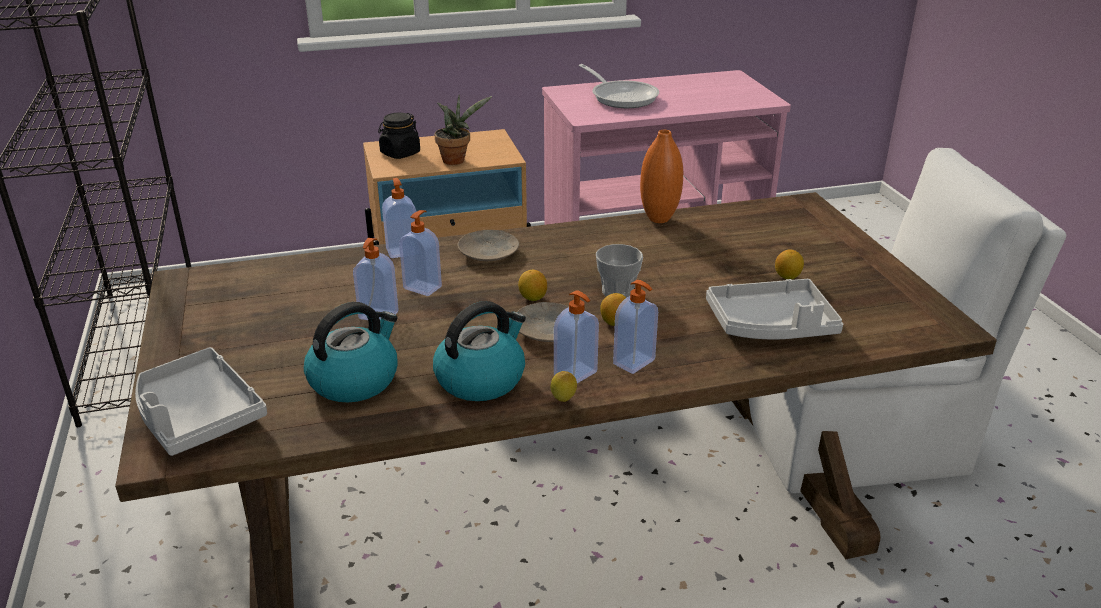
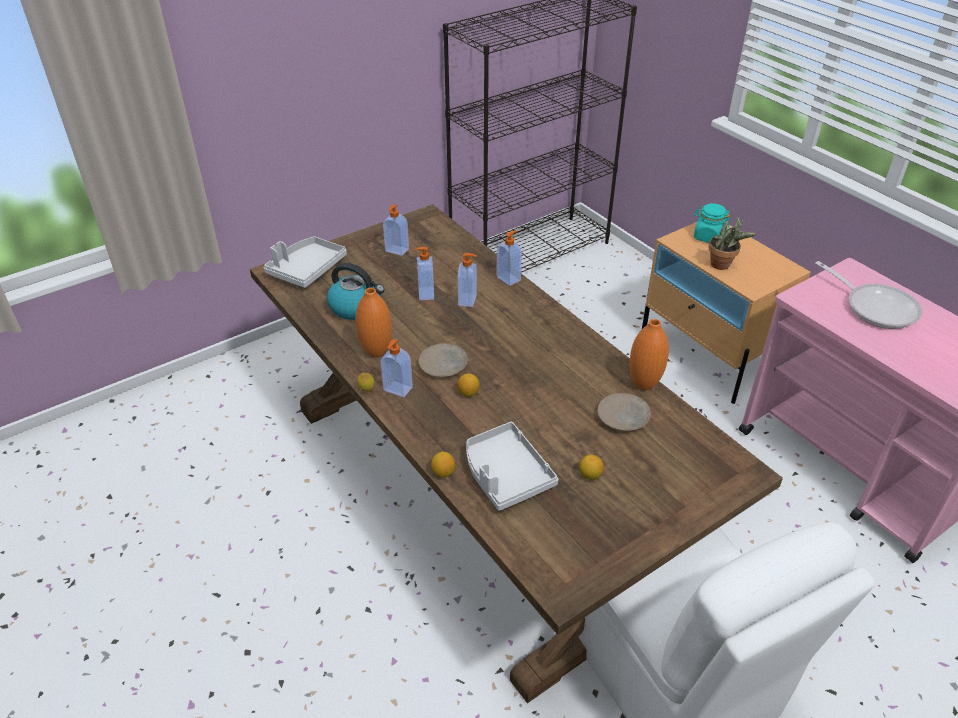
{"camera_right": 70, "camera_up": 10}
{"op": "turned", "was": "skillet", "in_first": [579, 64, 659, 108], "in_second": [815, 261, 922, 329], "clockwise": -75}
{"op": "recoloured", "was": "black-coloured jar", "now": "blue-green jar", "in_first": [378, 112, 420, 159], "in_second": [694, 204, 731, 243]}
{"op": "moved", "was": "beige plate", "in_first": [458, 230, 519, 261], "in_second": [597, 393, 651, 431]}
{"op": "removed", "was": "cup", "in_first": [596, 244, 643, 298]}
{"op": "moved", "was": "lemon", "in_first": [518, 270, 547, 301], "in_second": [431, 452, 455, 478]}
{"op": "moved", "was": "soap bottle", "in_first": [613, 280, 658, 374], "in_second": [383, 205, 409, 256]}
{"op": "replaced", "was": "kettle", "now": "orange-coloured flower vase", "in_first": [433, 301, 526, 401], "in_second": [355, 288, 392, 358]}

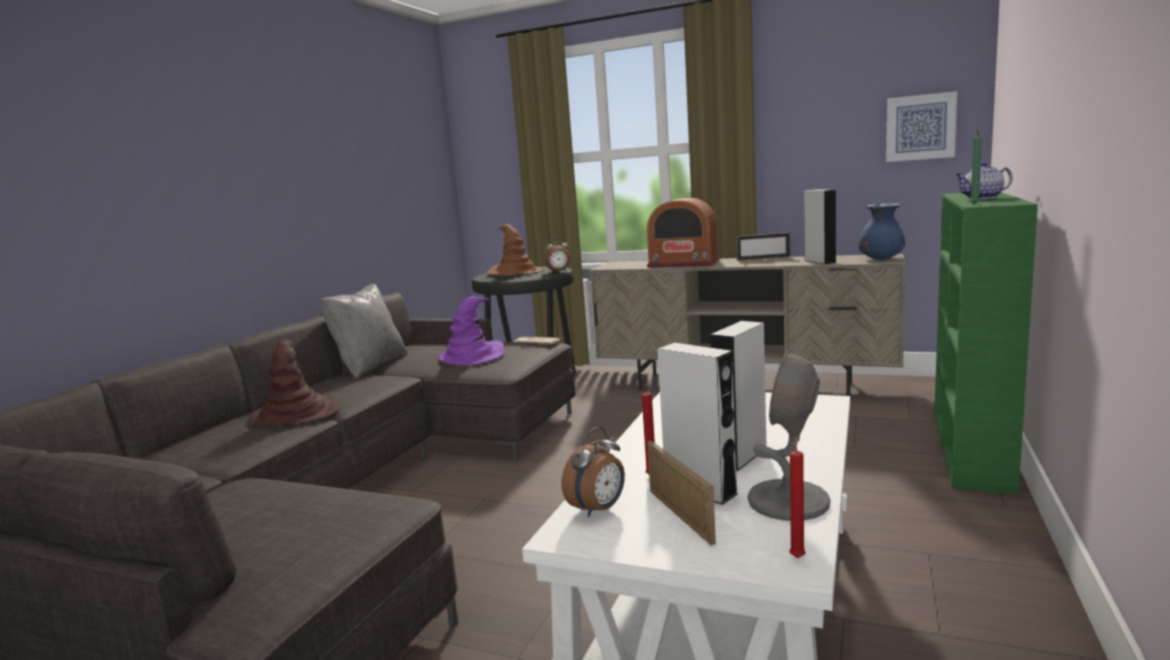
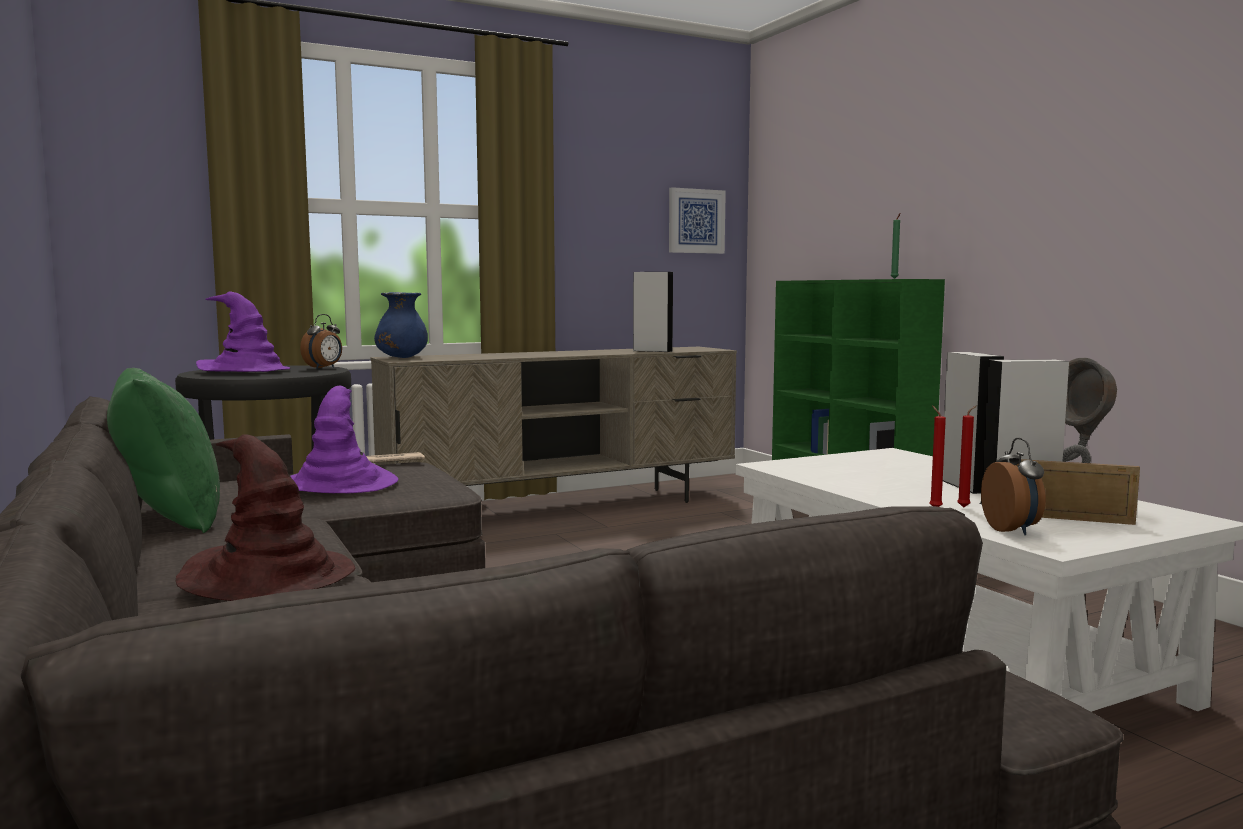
{"camera_right": -50, "camera_up": -5}
{"op": "removed", "was": "teapot", "in_first": [954, 162, 1012, 199]}
{"op": "removed", "was": "radio receiver", "in_first": [647, 198, 720, 268]}
{"op": "moved", "was": "bluish flower vase", "in_first": [858, 203, 905, 259], "in_second": [374, 292, 428, 358]}
{"op": "recoloured", "was": "brownish hat", "now": "purplish hat", "in_first": [487, 224, 544, 276], "in_second": [196, 292, 291, 372]}
{"op": "removed", "was": "photo frame", "in_first": [736, 232, 790, 261]}
{"op": "recoloured", "was": "greyish throw pillow", "now": "green-coloured throw pillow", "in_first": [320, 284, 407, 379], "in_second": [107, 368, 220, 533]}
{"op": "moved", "was": "red wax candle", "in_first": [789, 436, 806, 558], "in_second": [929, 405, 946, 507]}

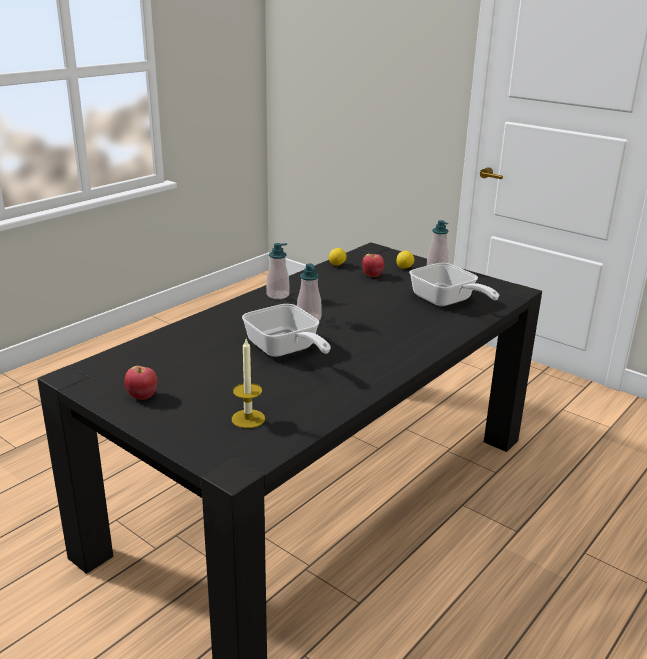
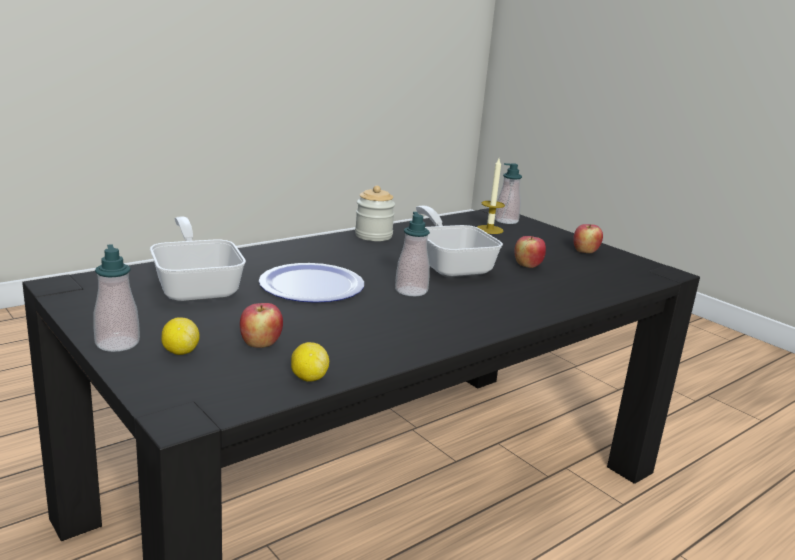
{"camera_right": -170, "camera_up": -5}
{"op": "moved", "was": "soap bottle", "in_first": [266, 243, 290, 299], "in_second": [495, 163, 522, 224]}
{"op": "added", "now": "jar", "in_second": [355, 185, 395, 241]}
{"op": "added", "now": "whole apple", "in_second": [514, 236, 546, 268]}
{"op": "added", "now": "plate", "in_second": [259, 263, 364, 303]}

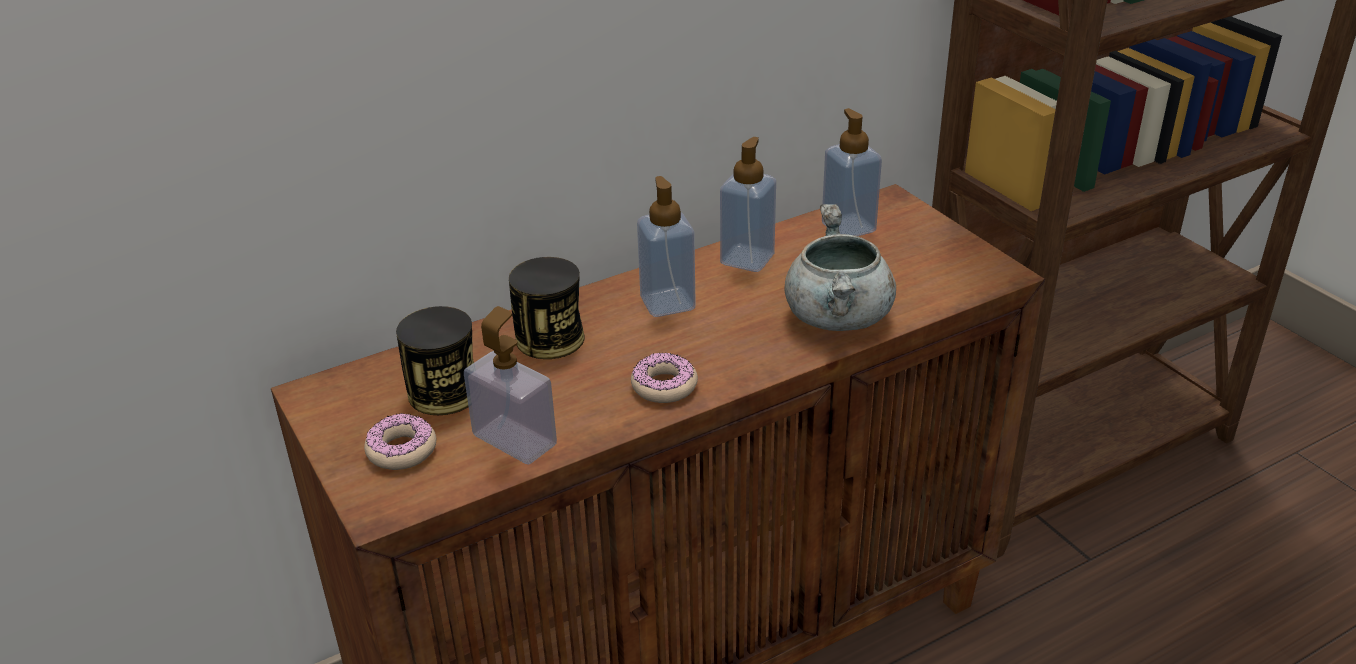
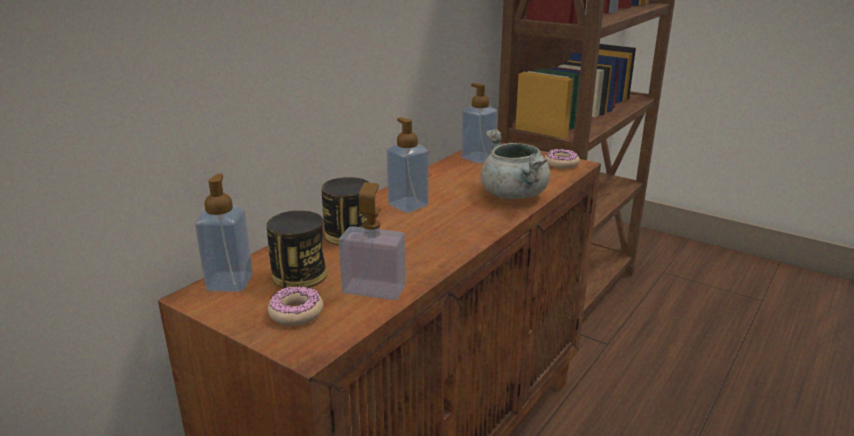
{"camera_right": -25, "camera_up": -10}
{"op": "moved", "was": "soap bottle", "in_first": [720, 137, 776, 272], "in_second": [195, 174, 253, 292]}
{"op": "moved", "was": "doughnut", "in_first": [631, 352, 698, 403], "in_second": [545, 149, 580, 169]}

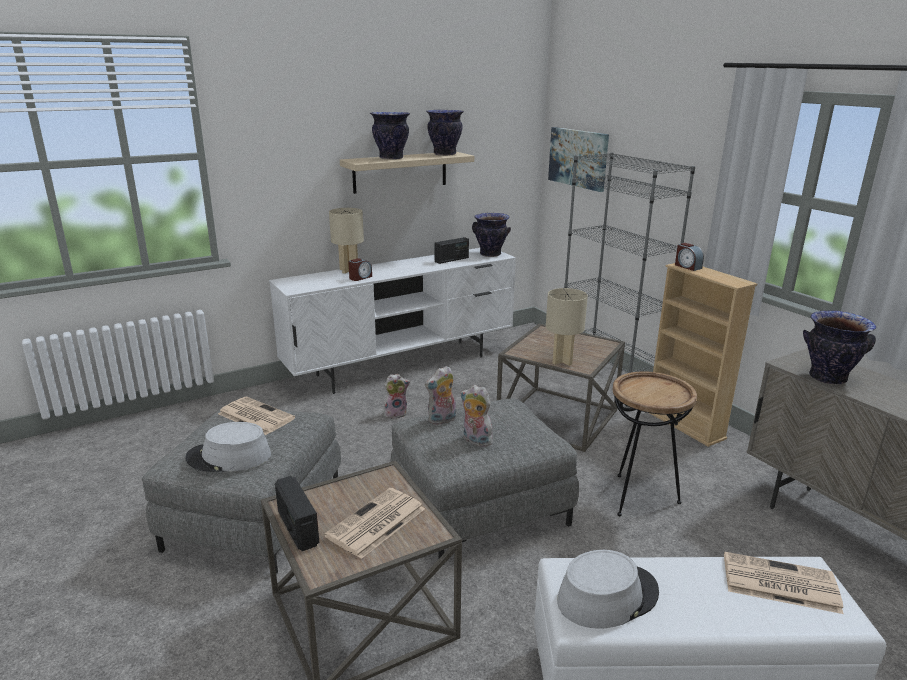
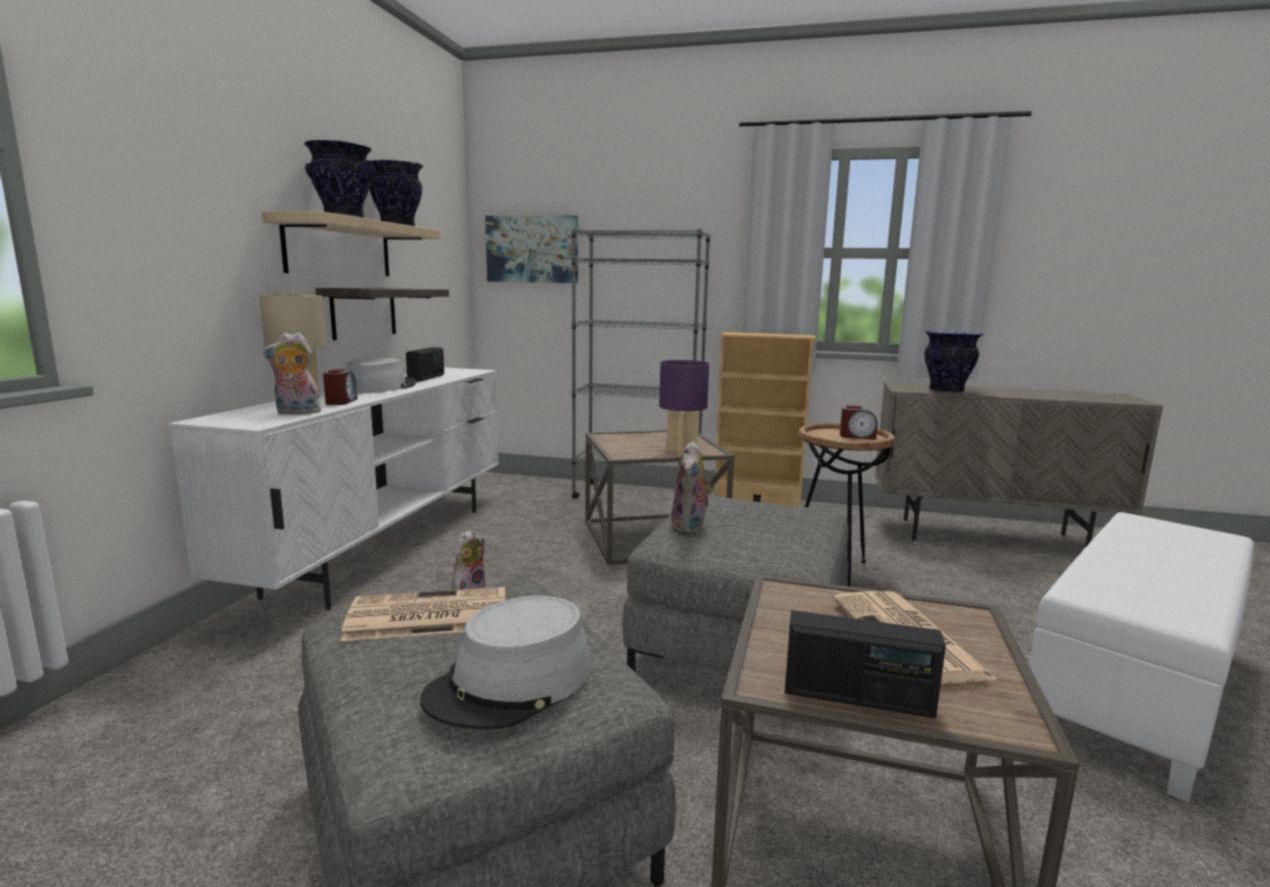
{"camera_right": -45, "camera_up": -10}
{"op": "removed", "was": "flower vase", "in_first": [472, 213, 511, 257]}
{"op": "moved", "was": "alarm clock", "in_first": [675, 243, 704, 271], "in_second": [840, 405, 878, 440]}
{"op": "recoloured", "was": "beige table lamp", "now": "purplish table lamp", "in_first": [546, 288, 588, 366], "in_second": [659, 360, 709, 455]}
{"op": "moved", "was": "plush toy", "in_first": [460, 385, 493, 447], "in_second": [263, 332, 323, 414]}
{"op": "moved", "was": "greyish hat", "in_first": [557, 550, 659, 629], "in_second": [346, 358, 416, 393]}
{"op": "removed", "was": "newspaper", "in_first": [724, 552, 843, 614]}
{"op": "added", "now": "bracket shelf", "in_second": [315, 288, 449, 340]}

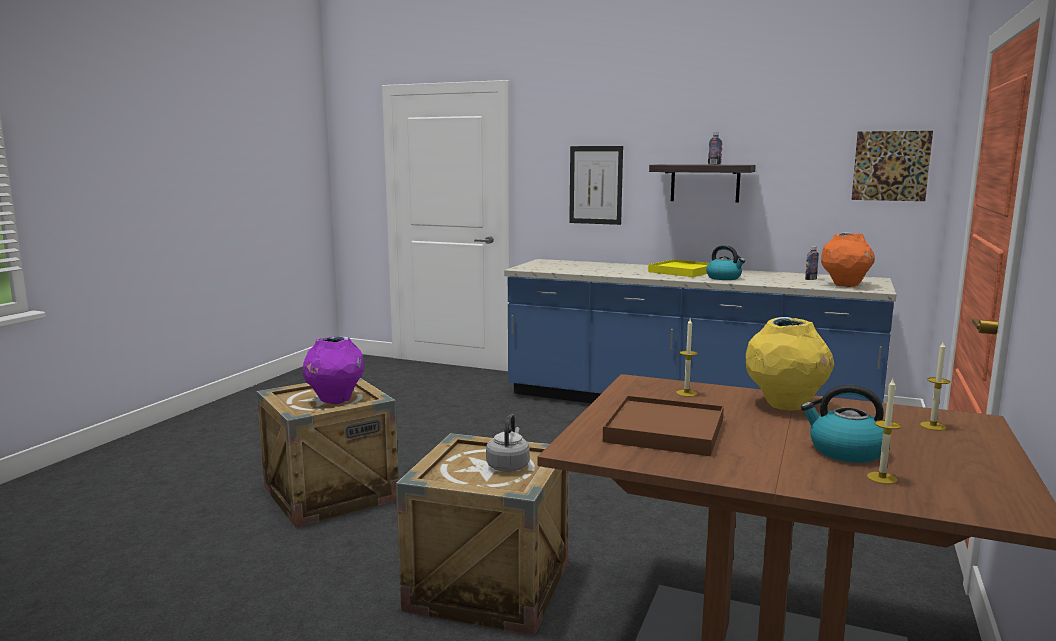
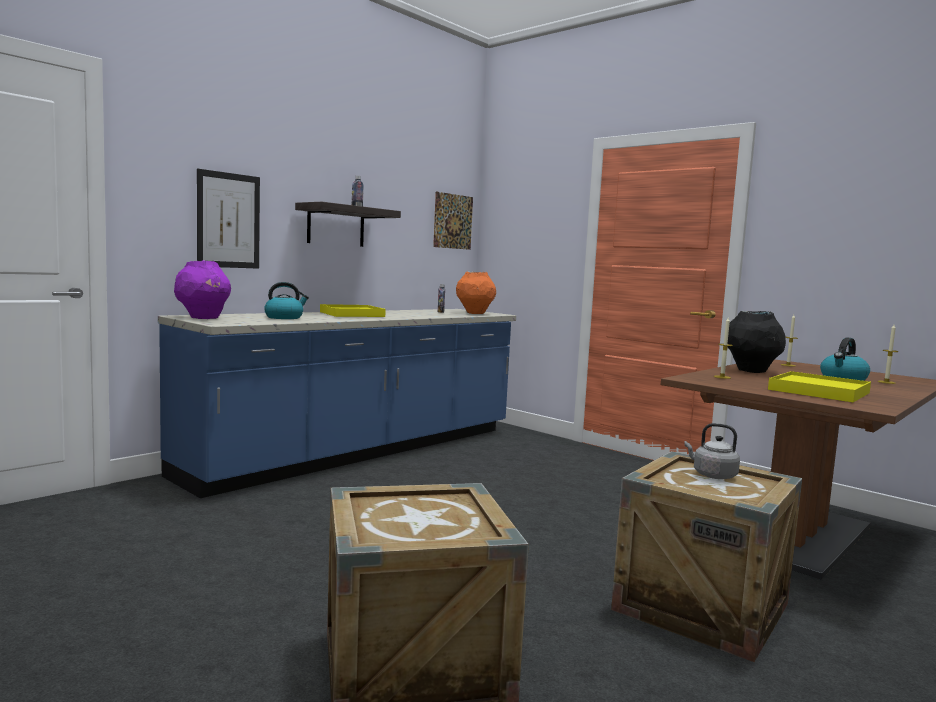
{"camera_right": -70, "camera_up": -5}
{"op": "moved", "was": "kettle", "in_first": [706, 245, 745, 280], "in_second": [264, 282, 309, 319]}
{"op": "recoloured", "was": "yellow flower vase", "now": "black-coloured flower vase", "in_first": [746, 317, 834, 411], "in_second": [728, 311, 786, 373]}
{"op": "moved", "was": "purplish flower vase", "in_first": [303, 337, 364, 404], "in_second": [174, 261, 231, 319]}
{"op": "recoloured", "was": "brownish tray", "now": "yellow tray", "in_first": [603, 396, 724, 456], "in_second": [768, 371, 871, 402]}

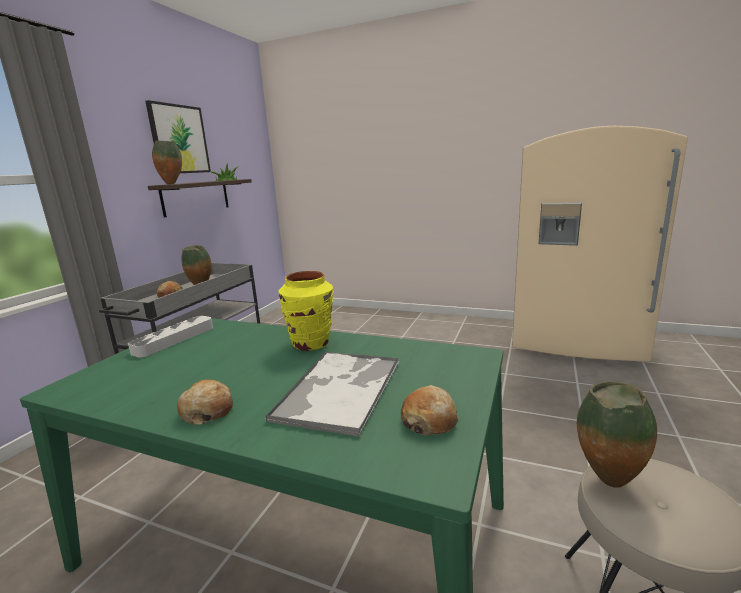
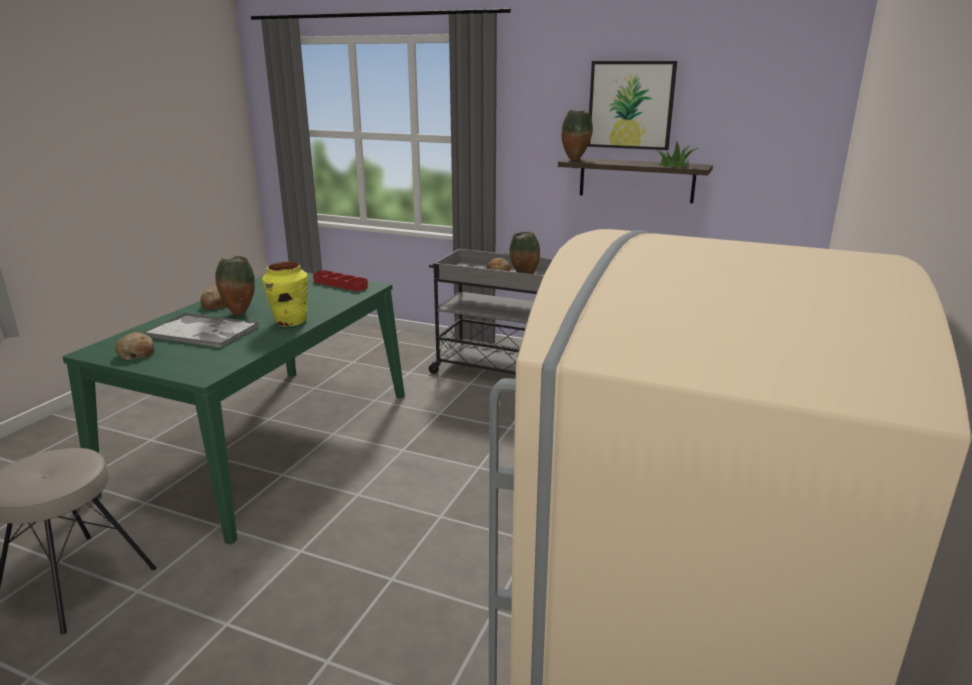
{"camera_right": 90, "camera_up": 5}
{"op": "recoloured", "was": "greyish tray", "now": "red tray", "in_first": [128, 316, 213, 358], "in_second": [313, 270, 368, 291]}
{"op": "moved", "was": "flower vase", "in_first": [577, 381, 657, 488], "in_second": [215, 256, 255, 315]}

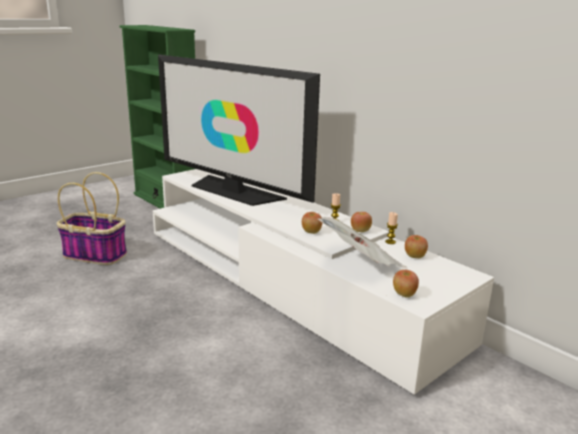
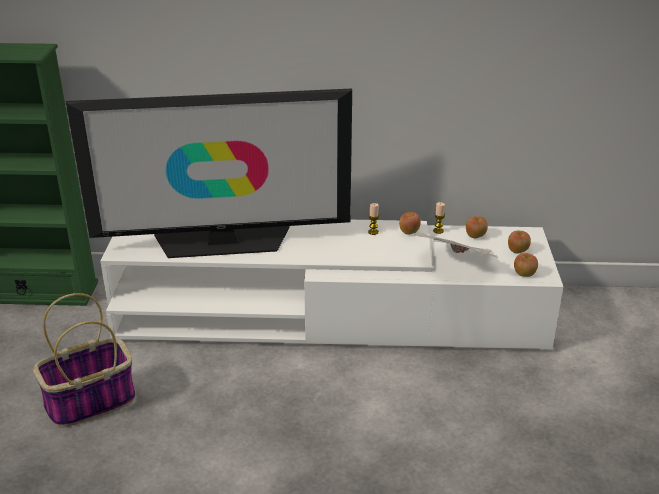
{"camera_right": -45, "camera_up": 10}
{"op": "moved", "was": "whole apple", "in_first": [302, 212, 322, 234], "in_second": [508, 231, 531, 254]}

